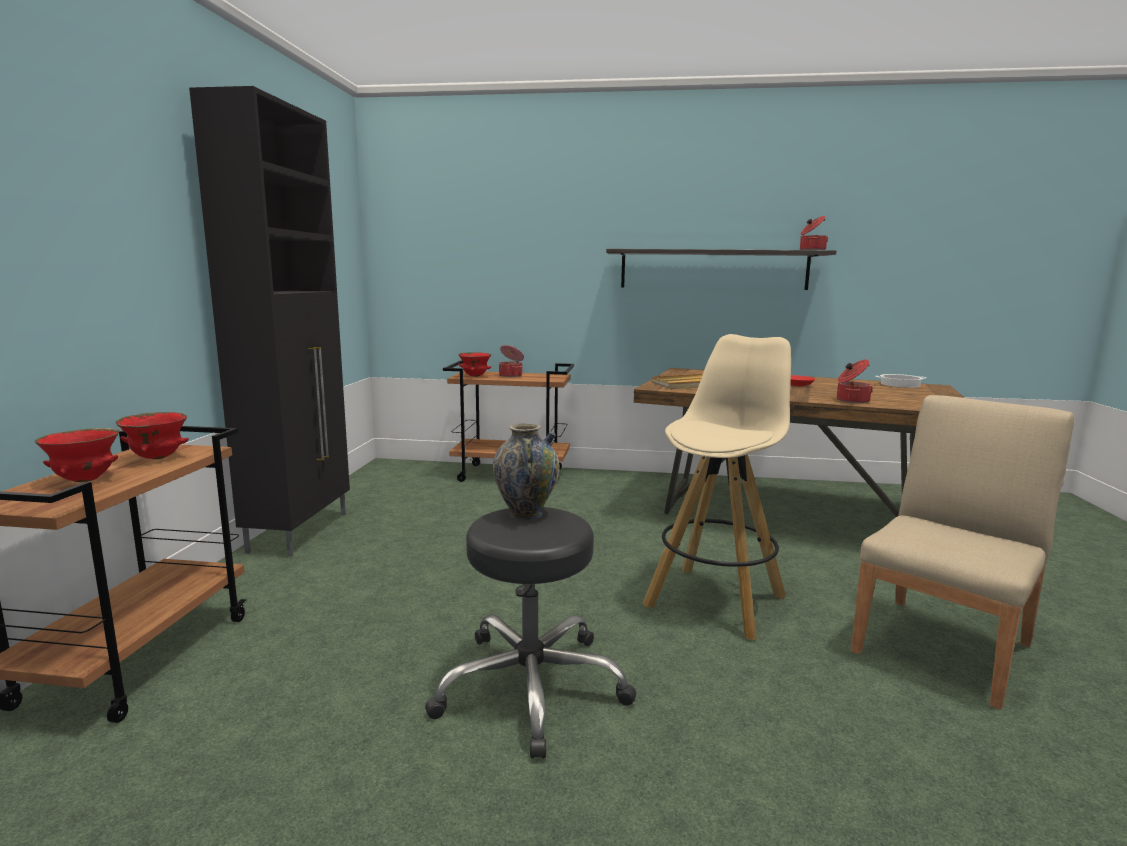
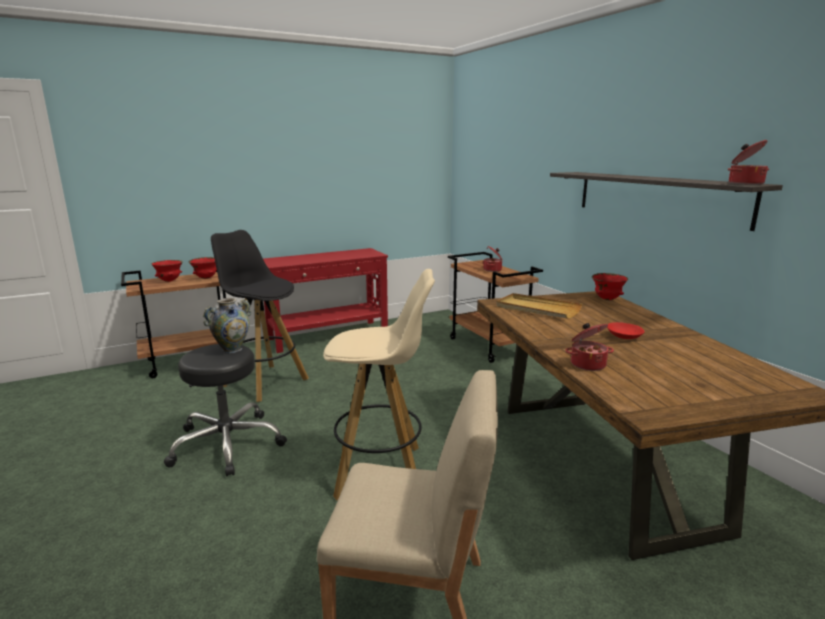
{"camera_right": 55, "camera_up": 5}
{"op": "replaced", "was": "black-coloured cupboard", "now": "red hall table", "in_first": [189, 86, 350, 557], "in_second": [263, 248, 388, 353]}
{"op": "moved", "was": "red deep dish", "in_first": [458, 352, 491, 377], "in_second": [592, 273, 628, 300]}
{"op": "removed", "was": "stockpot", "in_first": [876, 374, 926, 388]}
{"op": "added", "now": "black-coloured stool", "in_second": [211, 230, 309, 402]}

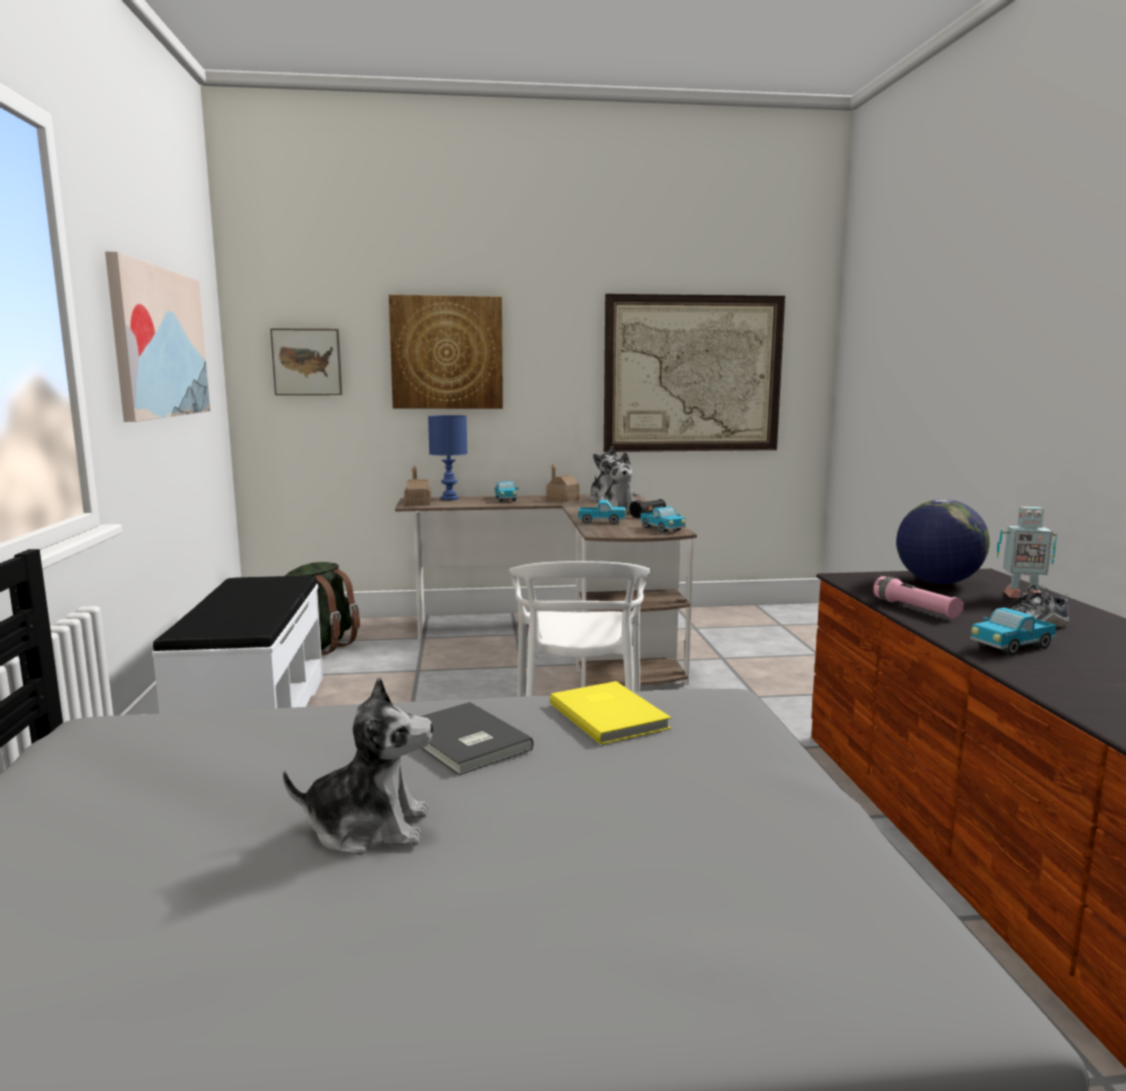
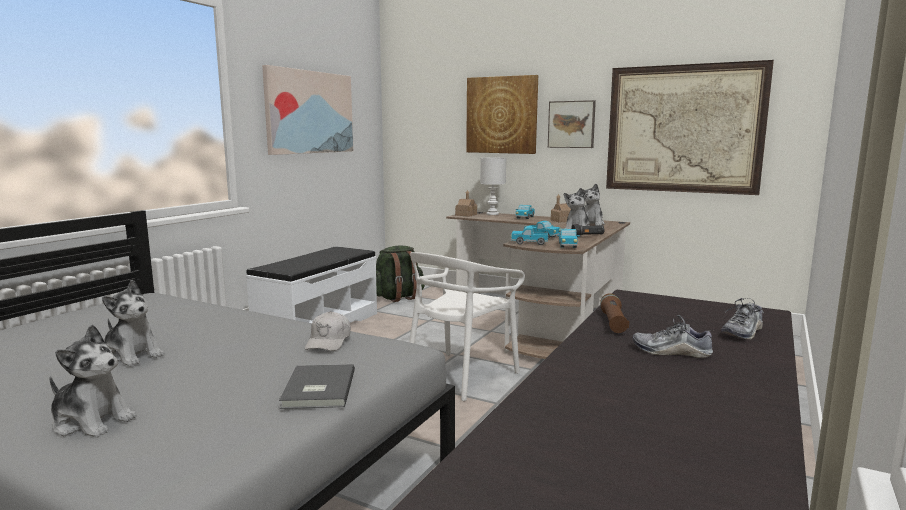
{"camera_right": 35, "camera_up": 0}
{"op": "moved", "was": "wall art", "in_first": [270, 329, 342, 395], "in_second": [548, 100, 596, 148]}
{"op": "recoloured", "was": "bluish table lamp", "now": "white-coloured table lamp", "in_first": [428, 415, 468, 500], "in_second": [480, 158, 506, 215]}
{"op": "removed", "was": "globe", "in_first": [896, 499, 990, 584]}
{"op": "replaced", "was": "toy robot", "now": "low shoe", "in_first": [997, 507, 1057, 598], "in_second": [721, 298, 764, 340]}
{"op": "recoloured", "was": "pink hand torch", "now": "brownish hand torch", "in_first": [873, 576, 964, 619], "in_second": [600, 293, 629, 333]}
{"op": "moved", "was": "model truck", "in_first": [970, 608, 1056, 655], "in_second": [510, 226, 548, 245]}
{"op": "replaced", "was": "yellow volume", "now": "white-coloured cap", "in_first": [550, 681, 671, 745], "in_second": [305, 311, 351, 351]}
{"op": "moved", "was": "greyish volume", "in_first": [420, 702, 534, 775], "in_second": [279, 364, 355, 409]}
{"op": "added", "now": "plush toy", "in_second": [49, 325, 137, 438]}

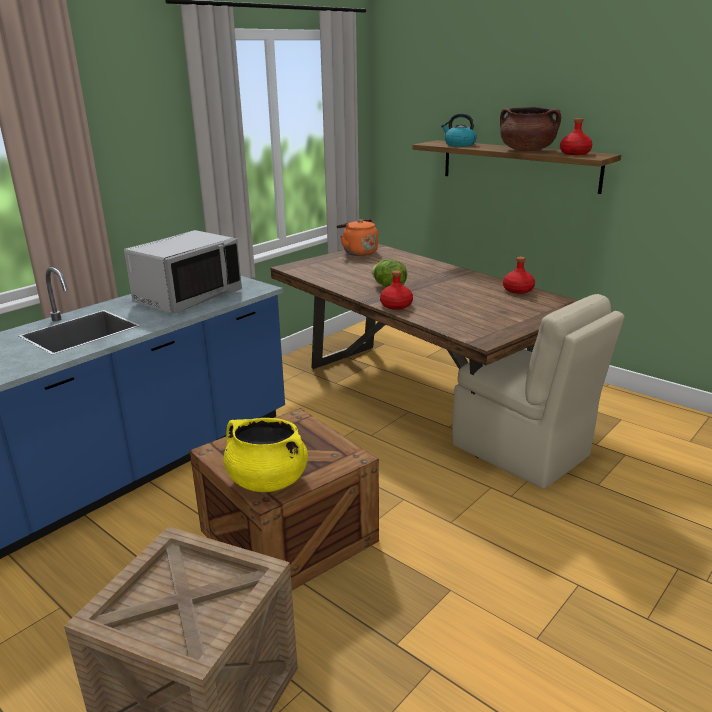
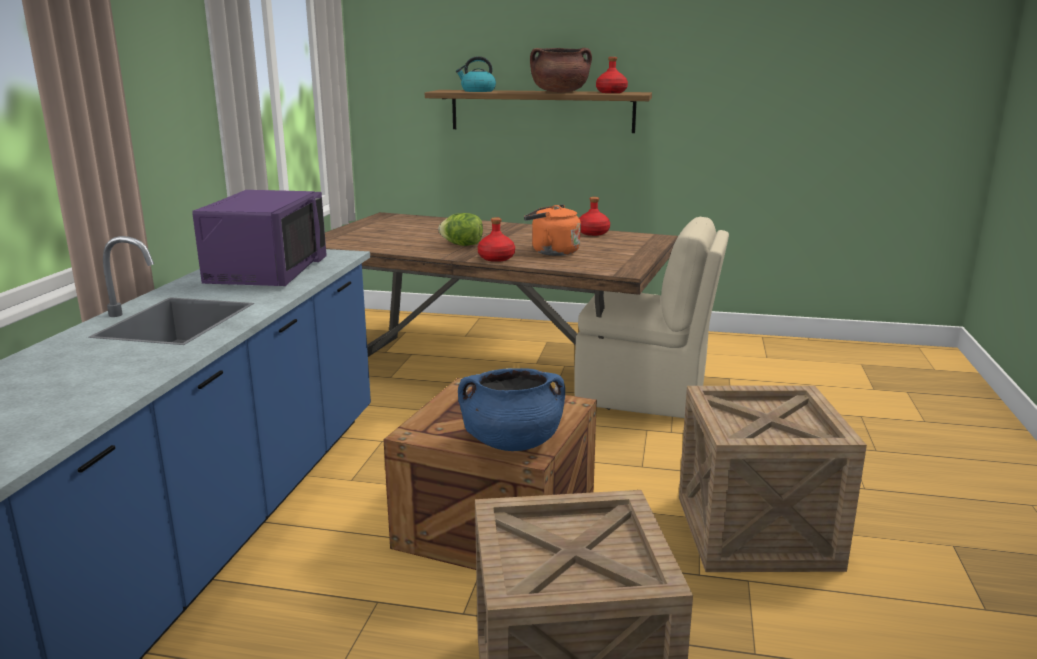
{"camera_right": -30, "camera_up": -5}
{"op": "moved", "was": "orange-coloured kettle", "in_first": [337, 219, 378, 256], "in_second": [524, 204, 581, 256]}
{"op": "recoloured", "was": "greyish microwave oven", "now": "purplish microwave oven", "in_first": [124, 230, 242, 314], "in_second": [192, 190, 327, 286]}
{"op": "recoloured", "was": "yellow stockpot", "now": "bluish stockpot", "in_first": [223, 418, 308, 492], "in_second": [458, 368, 565, 451]}
{"op": "added", "now": "shipping crate", "in_second": [679, 385, 867, 572]}

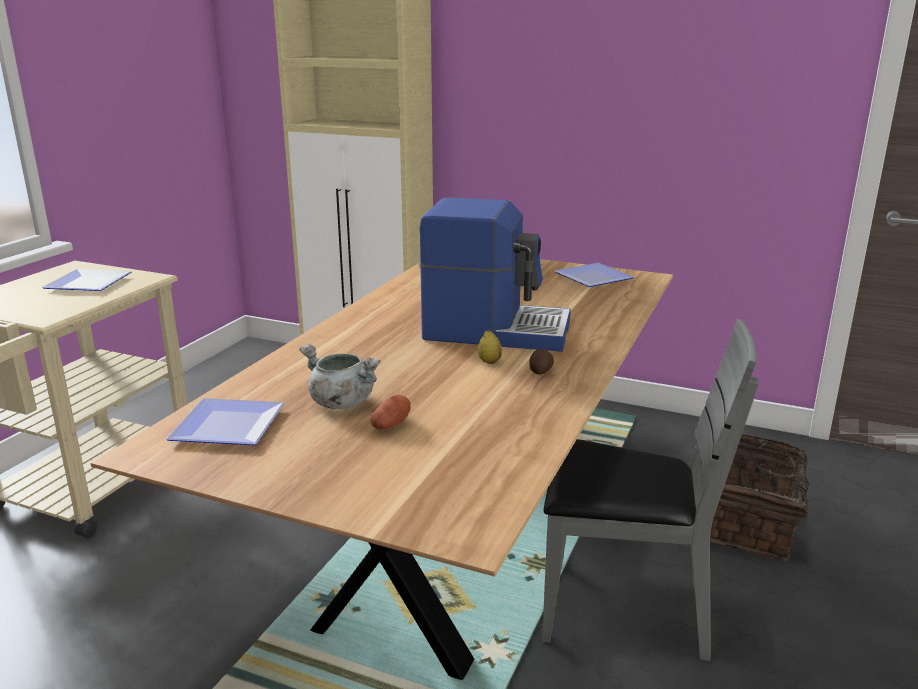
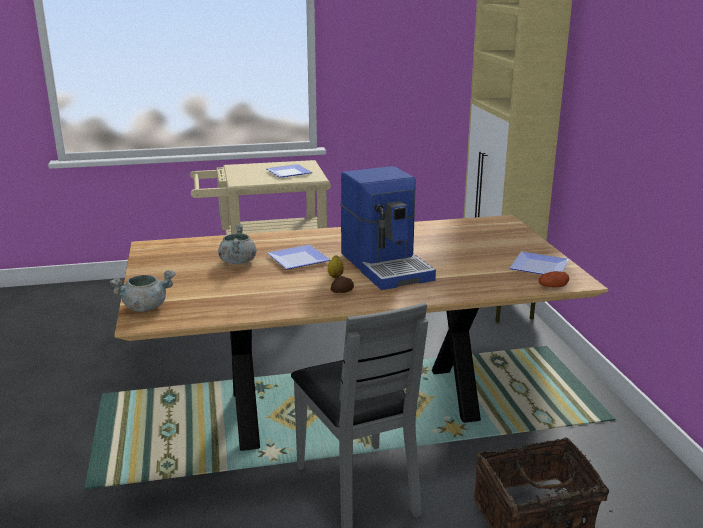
{"camera_right": 55, "camera_up": 0}
{"op": "moved", "was": "whole potato", "in_first": [370, 395, 411, 430], "in_second": [539, 271, 569, 287]}
{"op": "moved", "was": "plate", "in_first": [166, 398, 284, 445], "in_second": [267, 245, 331, 269]}
{"op": "added", "now": "greyish stockpot", "in_second": [110, 270, 175, 312]}

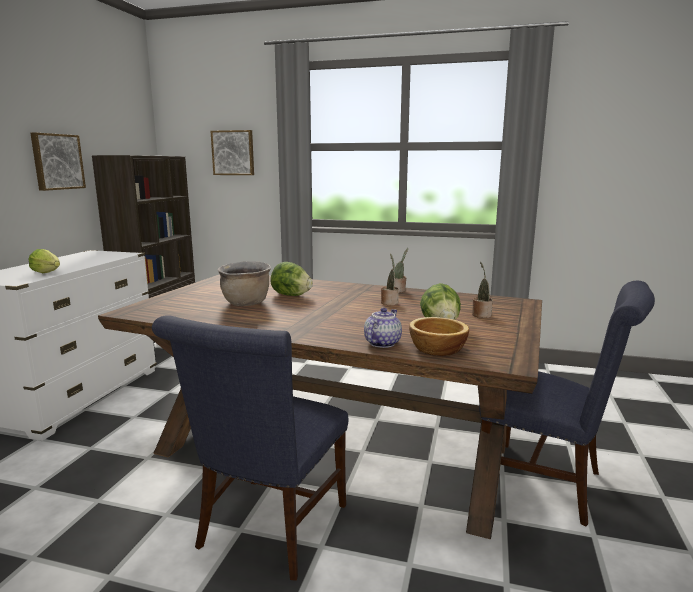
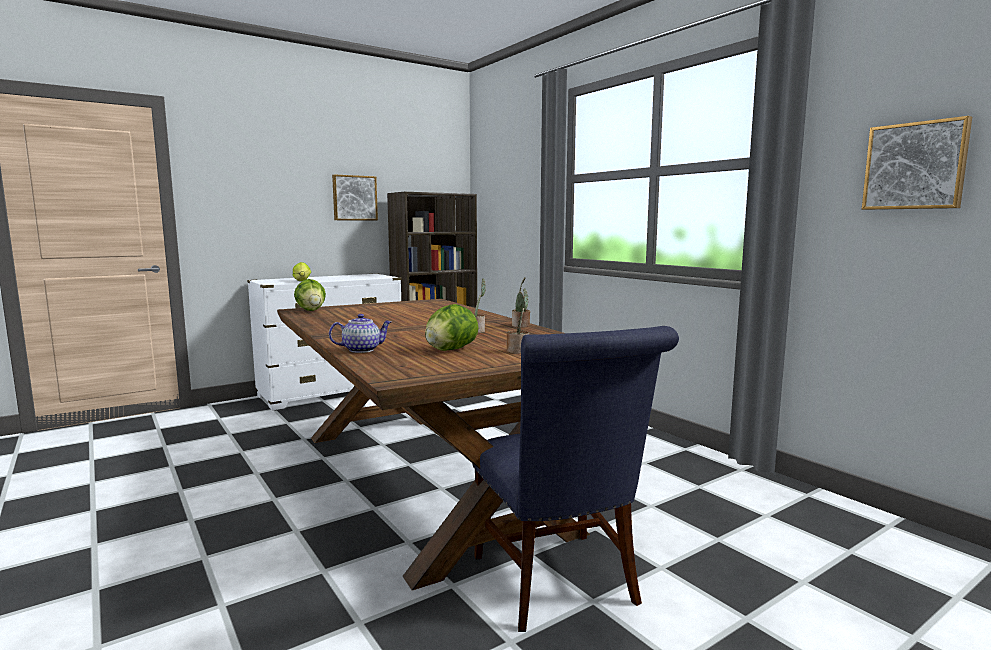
{"camera_right": 40, "camera_up": -5}
{"op": "moved", "was": "wall art", "in_first": [210, 130, 254, 175], "in_second": [862, 116, 972, 210]}
{"op": "removed", "was": "brownish stockpot", "in_first": [218, 261, 271, 306]}
{"op": "moved", "was": "lettuce", "in_first": [270, 262, 313, 296], "in_second": [294, 279, 326, 311]}
{"op": "removed", "was": "bluish chair", "in_first": [152, 315, 348, 581]}
{"op": "removed", "was": "deep dish", "in_first": [409, 317, 469, 356]}

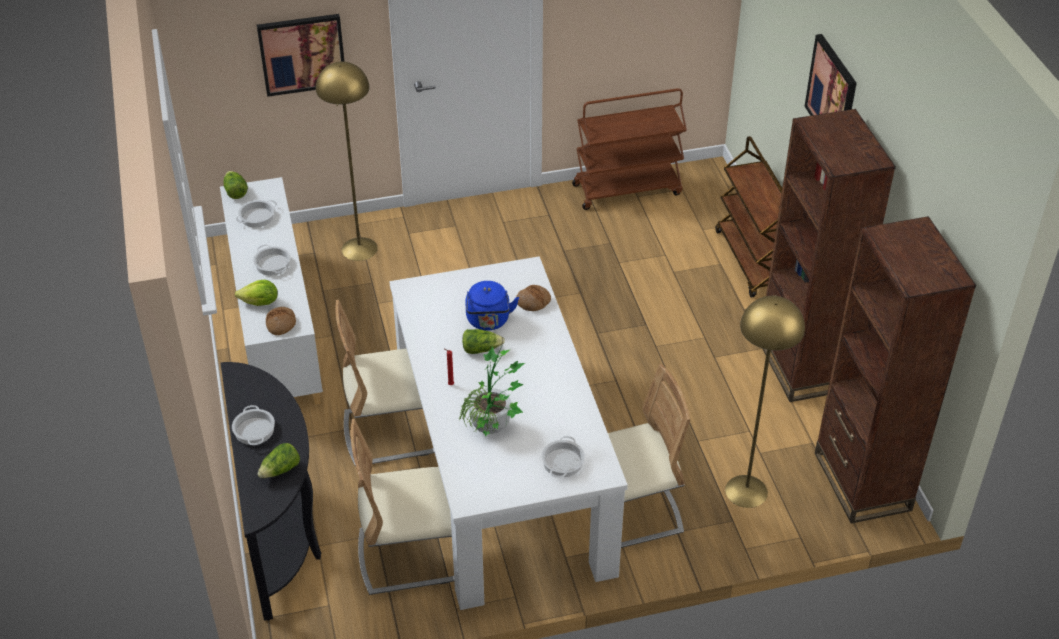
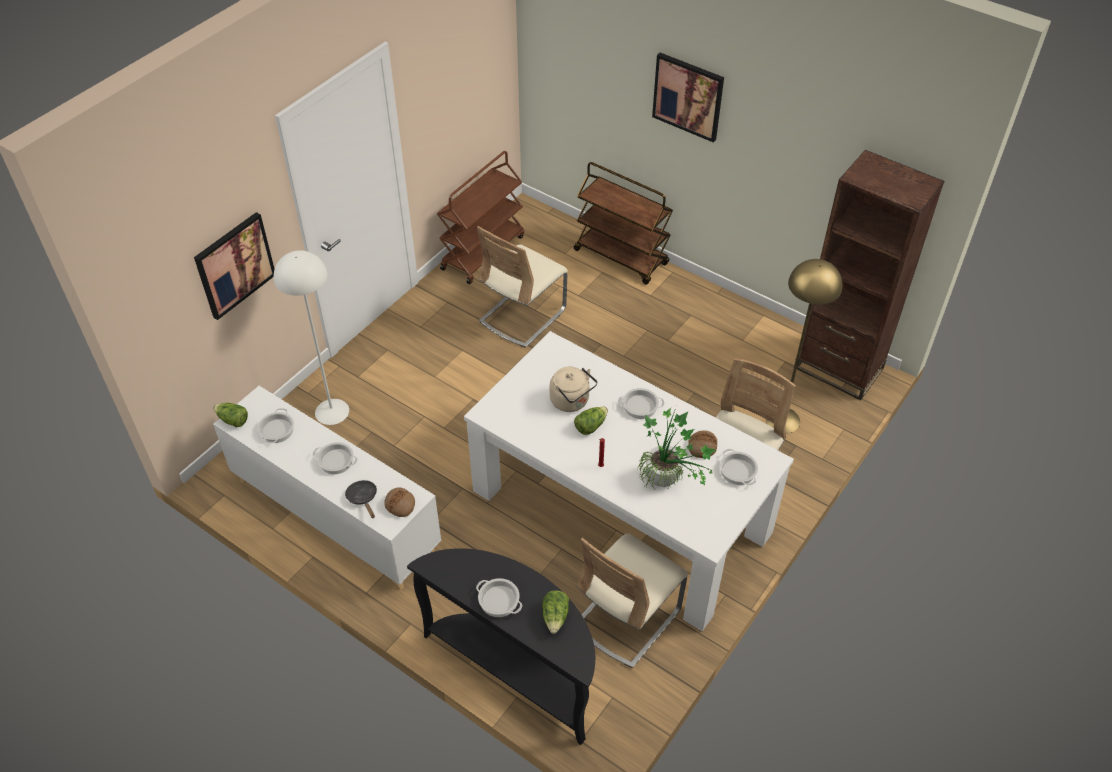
{"camera_right": -40, "camera_up": 5}
{"op": "recoloured", "was": "yellow floor lamp", "now": "white-coloured floor lamp", "in_first": [316, 62, 378, 261], "in_second": [274, 250, 349, 425]}
{"op": "removed", "was": "brownish bookcase", "in_first": [762, 109, 896, 402]}
{"op": "replaced", "was": "lettuce", "now": "black-coloured skillet", "in_first": [235, 280, 278, 306], "in_second": [345, 480, 377, 518]}
{"op": "recoloured", "was": "bluish kettle", "now": "beige kettle", "in_first": [465, 281, 519, 331], "in_second": [550, 367, 598, 412]}
{"op": "moved", "was": "baked bread", "in_first": [516, 285, 551, 311], "in_second": [688, 430, 717, 458]}
{"op": "moved", "was": "beige chair", "in_first": [335, 300, 435, 467], "in_second": [477, 226, 568, 348]}
{"op": "added", "now": "stockpot", "in_second": [618, 388, 664, 419]}

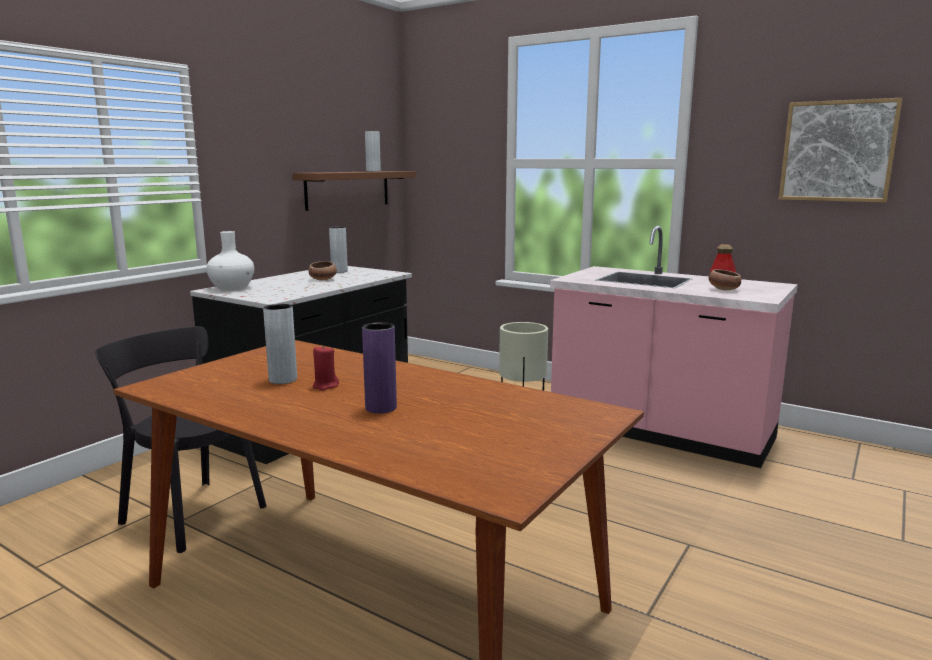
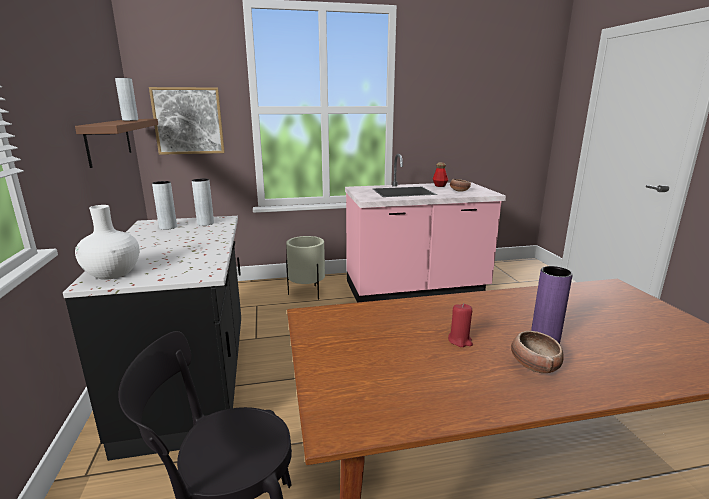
{"camera_right": -45, "camera_up": 5}
{"op": "moved", "was": "wall art", "in_first": [779, 98, 903, 203], "in_second": [149, 87, 225, 155]}
{"op": "moved", "was": "deep dish", "in_first": [309, 261, 337, 280], "in_second": [511, 331, 564, 373]}
{"op": "moved", "was": "greyish flower vase", "in_first": [263, 304, 297, 384], "in_second": [192, 178, 214, 226]}

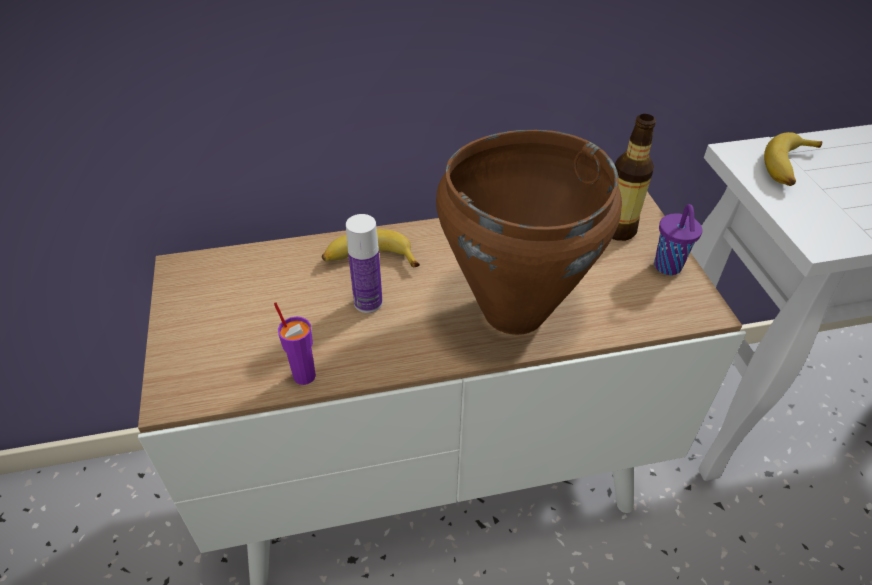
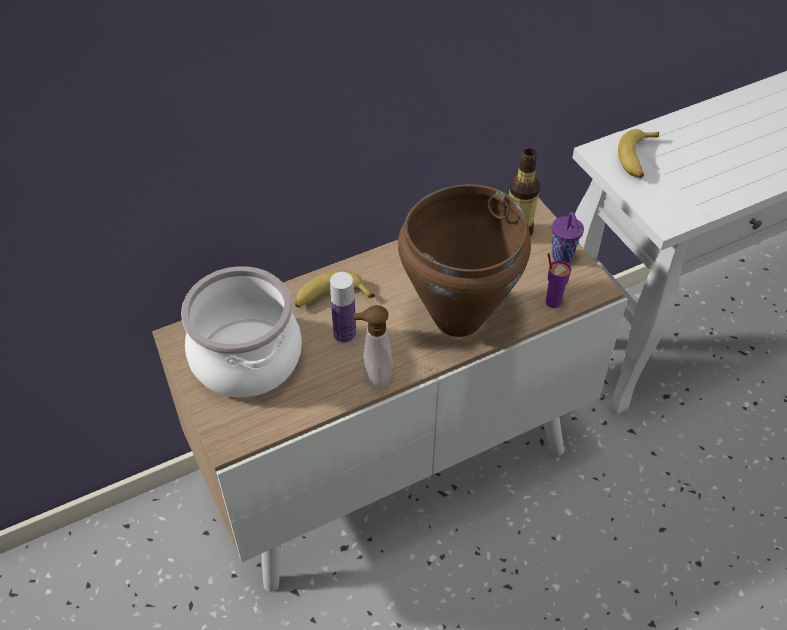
{"camera_right": -15, "camera_up": 5}
{"op": "moved", "was": "purplish cup", "in_first": [274, 302, 316, 385], "in_second": [546, 253, 571, 308]}
{"op": "added", "now": "stockpot", "in_second": [181, 266, 302, 397]}
{"op": "added", "now": "soap bottle", "in_second": [353, 305, 393, 388]}

